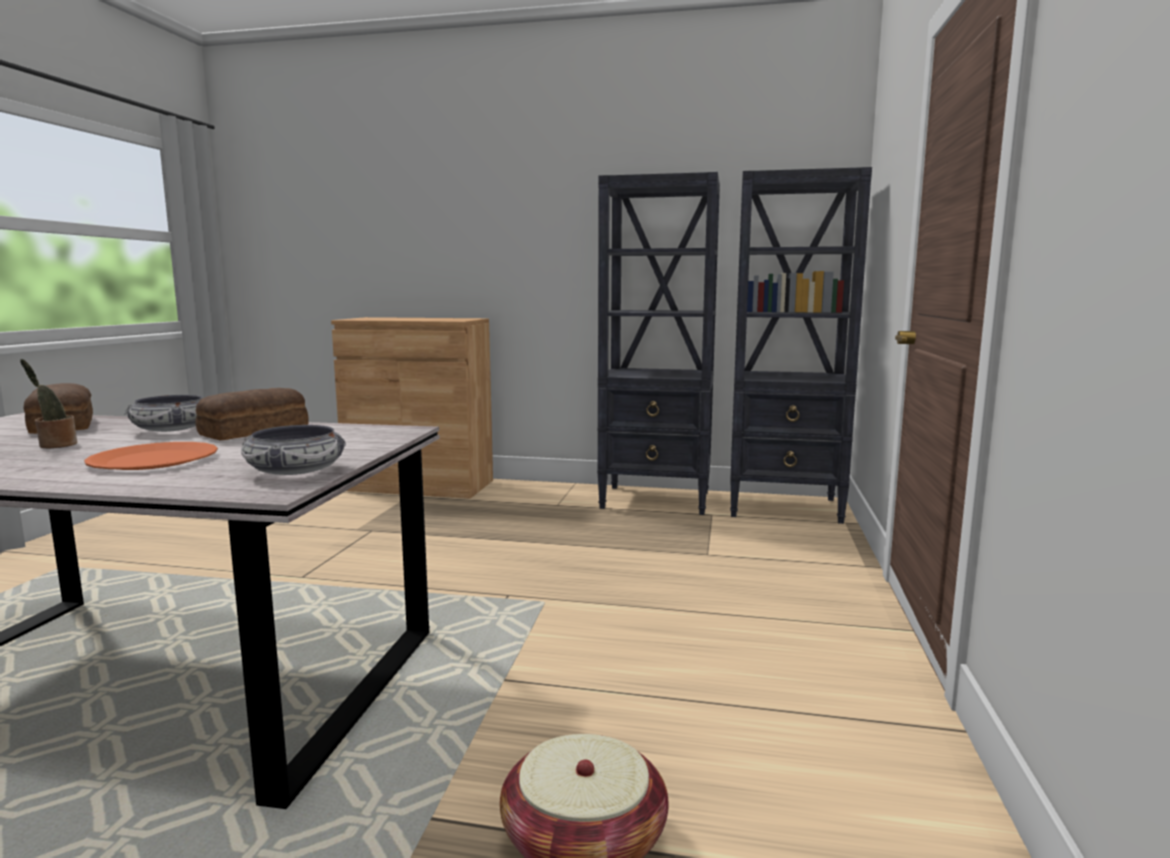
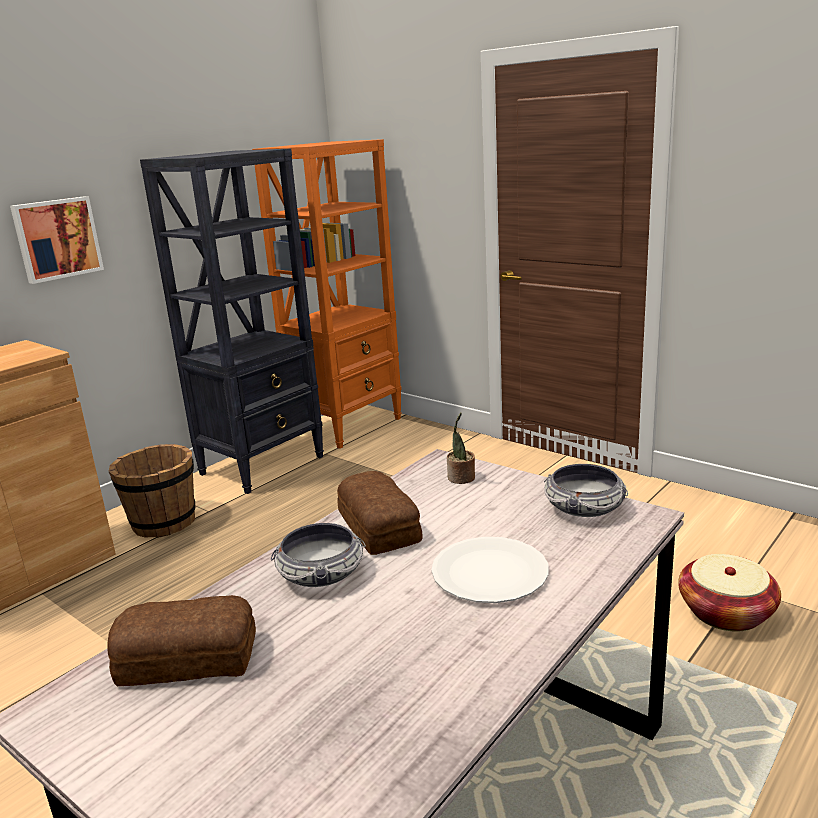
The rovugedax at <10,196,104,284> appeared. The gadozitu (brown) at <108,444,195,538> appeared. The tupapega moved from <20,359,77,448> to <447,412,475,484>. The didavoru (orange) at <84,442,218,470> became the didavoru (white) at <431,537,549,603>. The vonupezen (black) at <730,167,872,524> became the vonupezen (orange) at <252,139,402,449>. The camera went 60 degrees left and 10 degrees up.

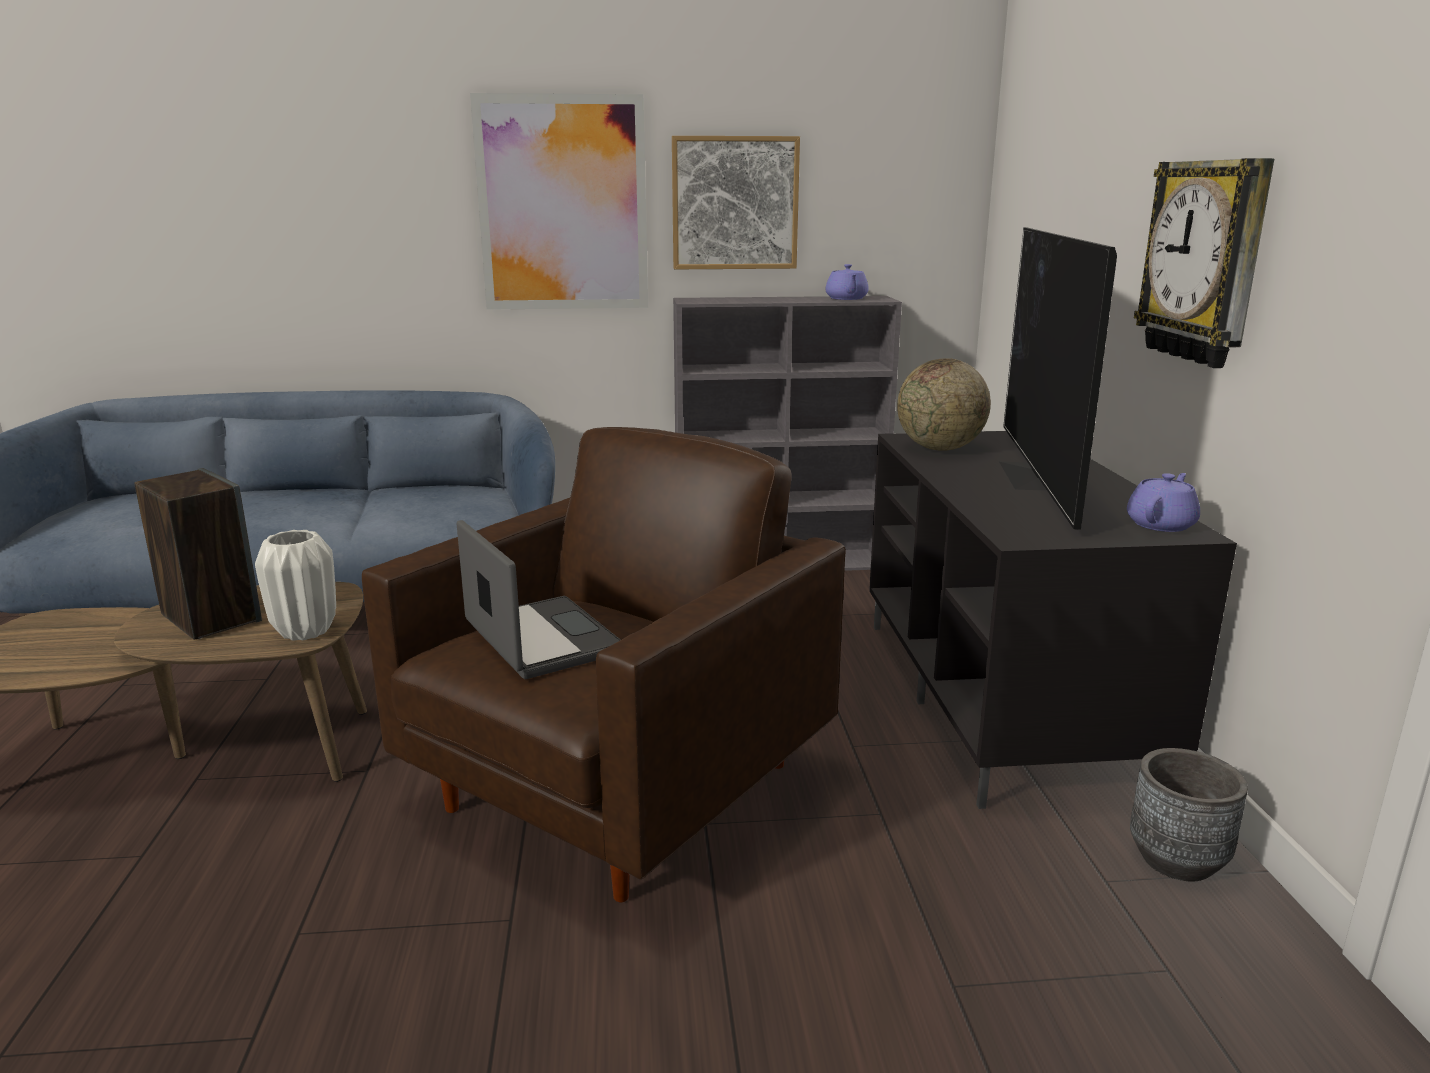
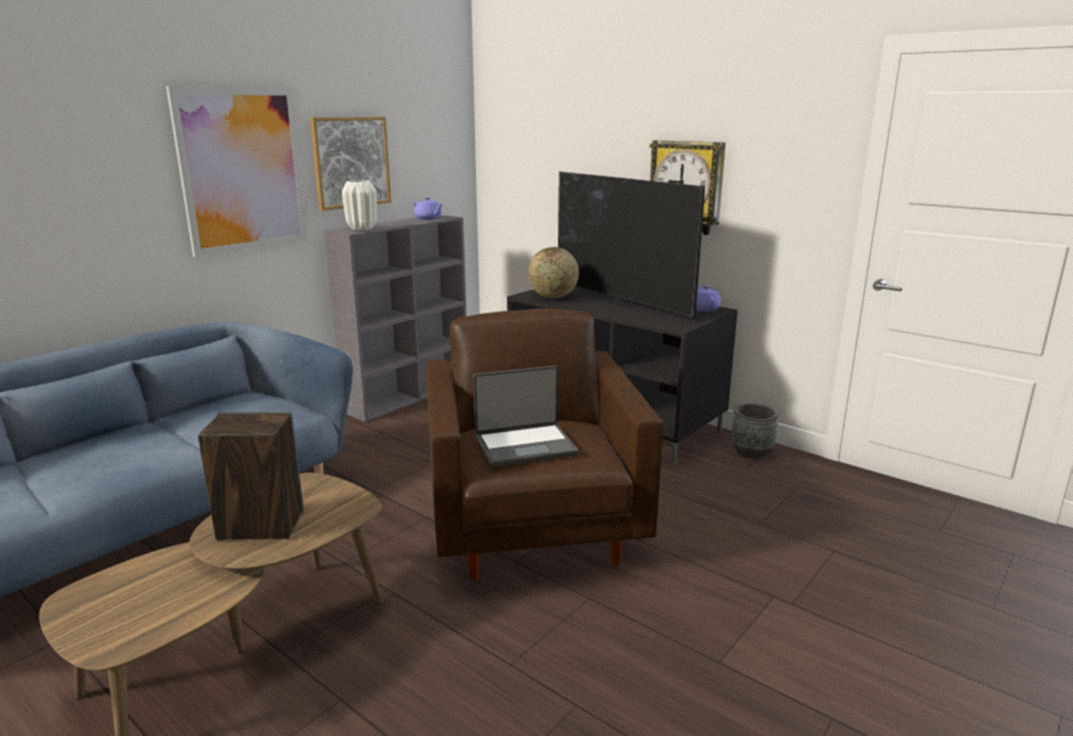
The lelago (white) moved from <255,530,336,641> to <342,180,377,231>. The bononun at <457,520,621,679> turned 150 degrees clockwise. The camera went 45 degrees left and 0 degrees up.

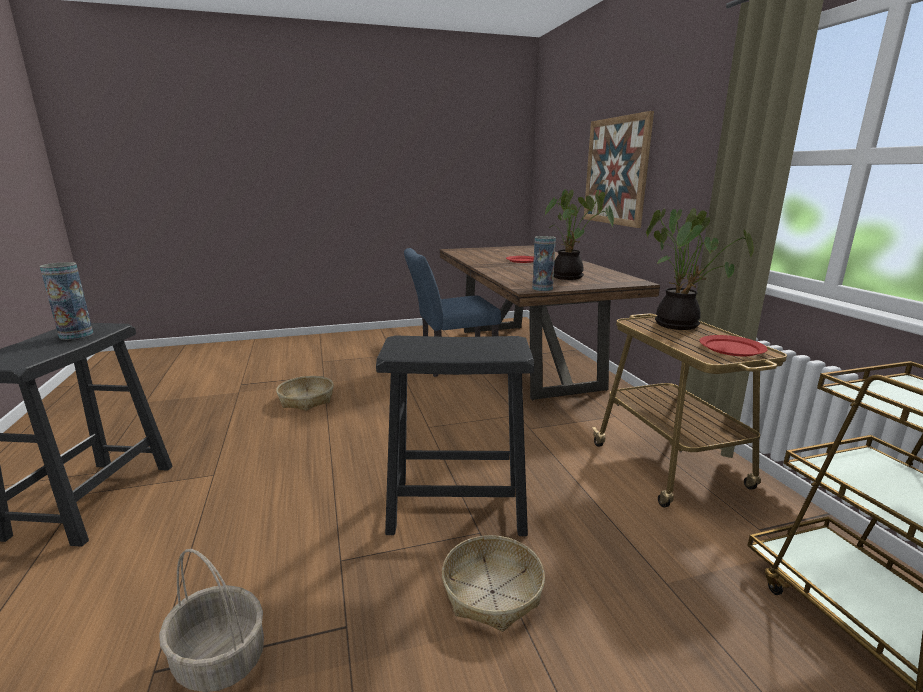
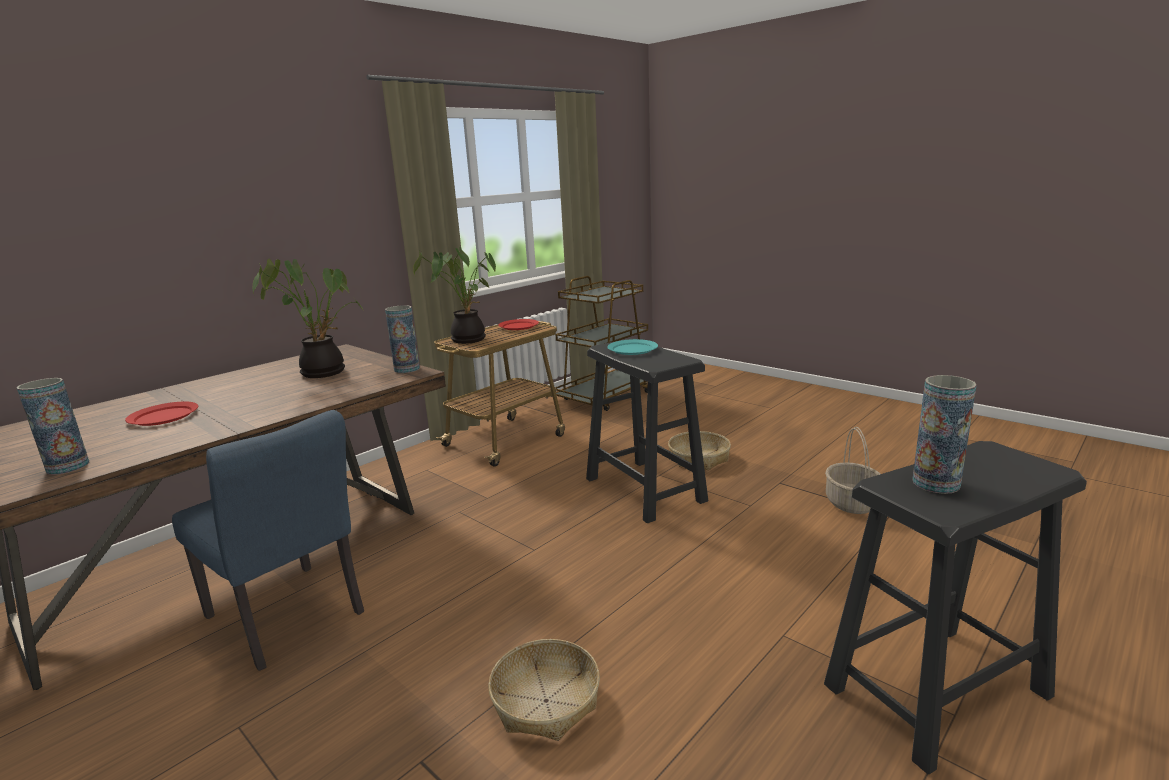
The rovugedax at <584,111,654,228> disappeared. The lelago at <16,378,89,475> appeared. The didavoru (turquoise) at <607,339,658,355> appeared. The camera went 120 degrees left and 0 degrees up.

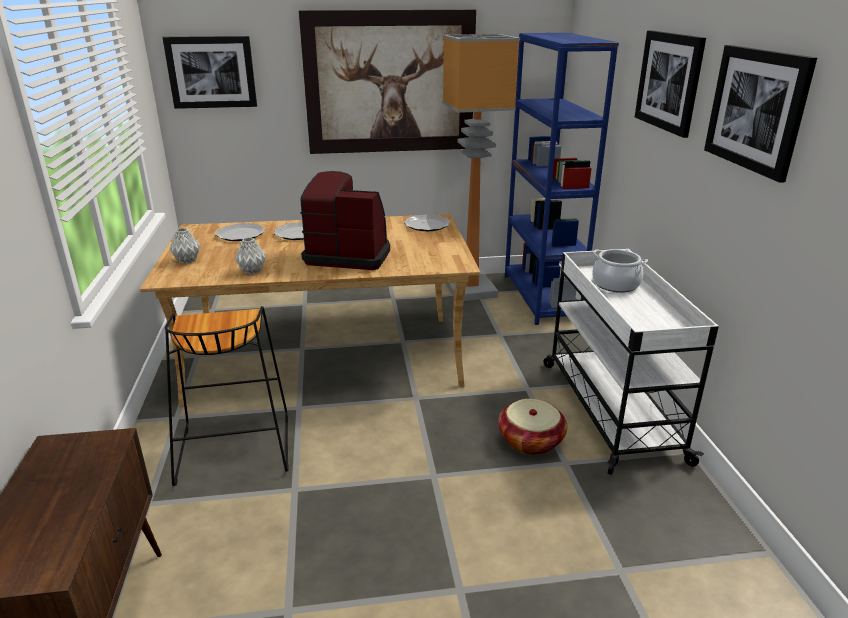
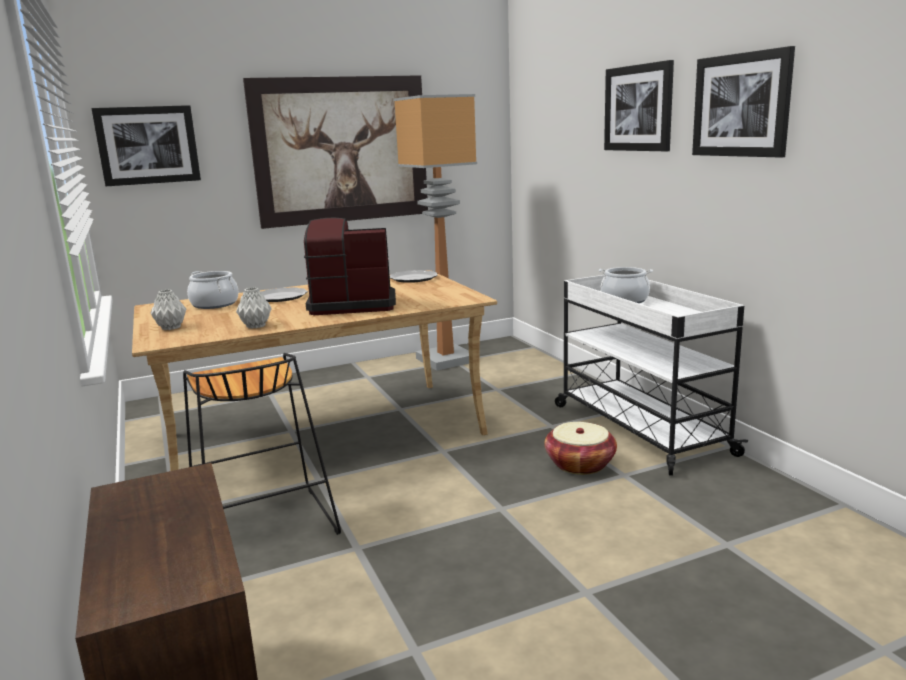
The vonupezen (blue) at <505,33,619,325> disappeared. The didavoru at <215,223,265,241> was replaced by the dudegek at <187,271,238,309>. The camera went 15 degrees left and 10 degrees down.

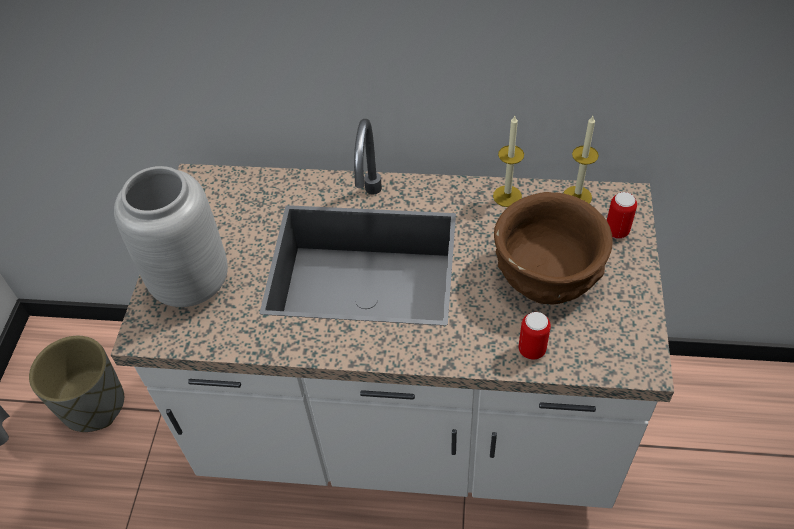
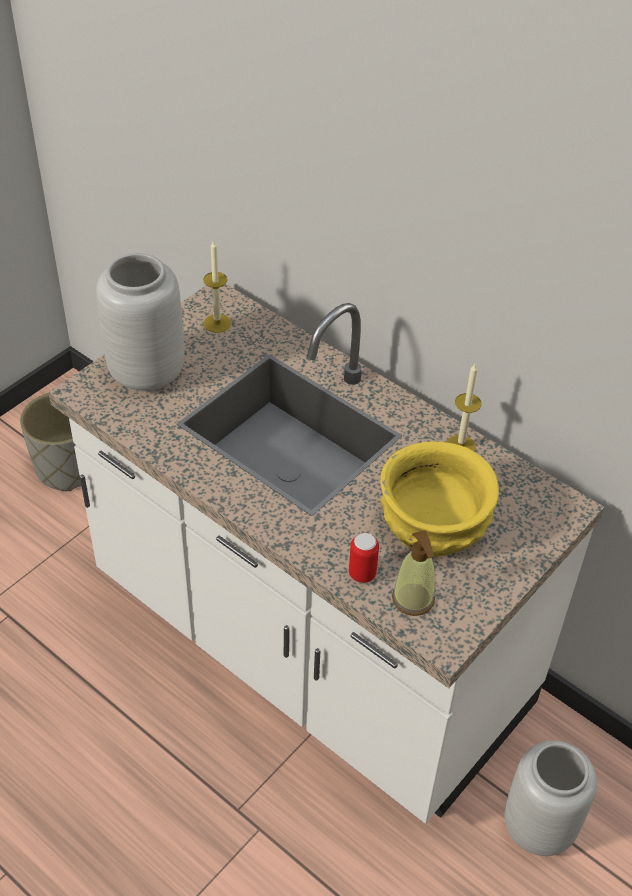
The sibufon at <607,192,637,239> disappeared. The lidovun at <392,530,435,616> appeared. The lelago (grey) at <504,740,597,856> appeared. The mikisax moved from <564,116,599,204> to <203,239,231,333>. The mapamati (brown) at <494,192,613,305> became the mapamati (yellow) at <380,441,499,557>. The camera went 30 degrees right and 5 degrees down.

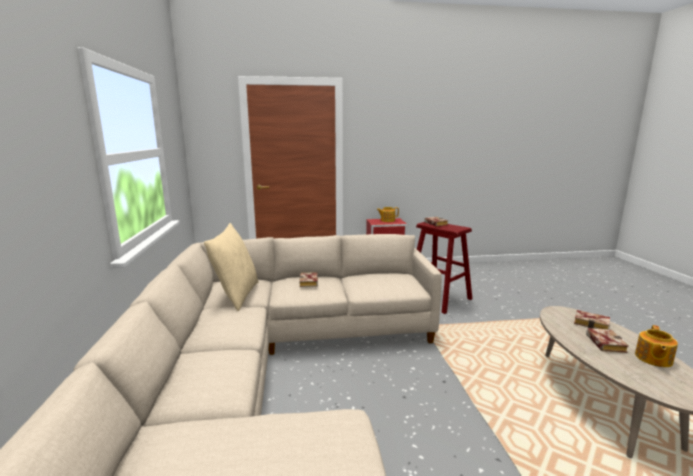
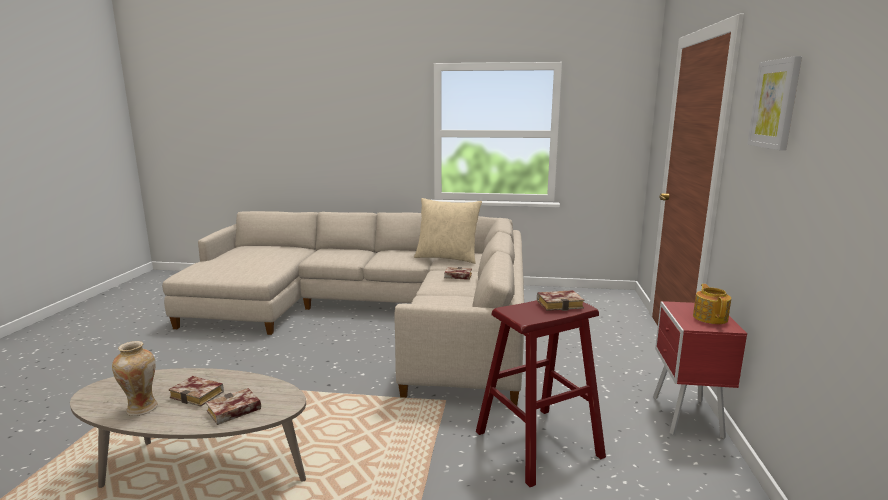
The rovugedax at <747,56,802,150> appeared. The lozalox at <635,325,678,367> was replaced by the lelago at <112,341,158,416>. The camera went 105 degrees right and 0 degrees up.

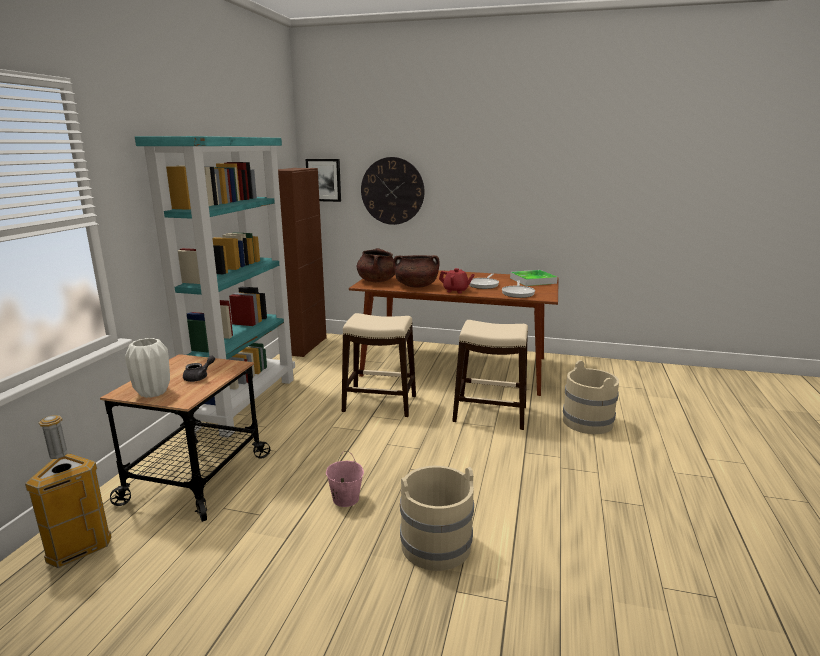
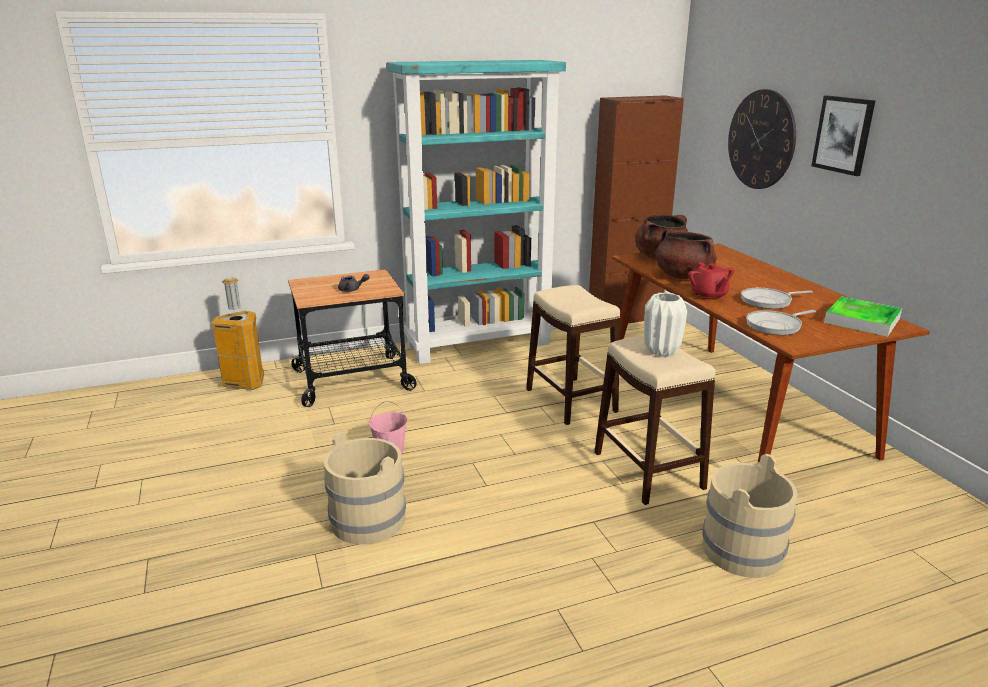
The lelago (white) moved from <125,338,170,398> to <644,292,687,357>. The rovugedax moved from <306,159,341,202> to <811,96,876,176>. The camera went 55 degrees right and 5 degrees up.

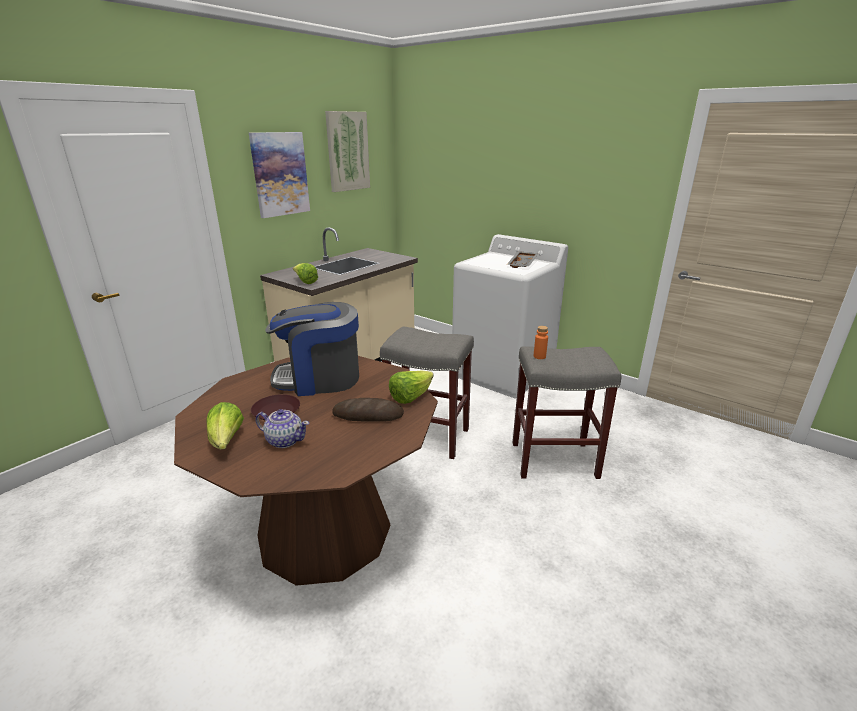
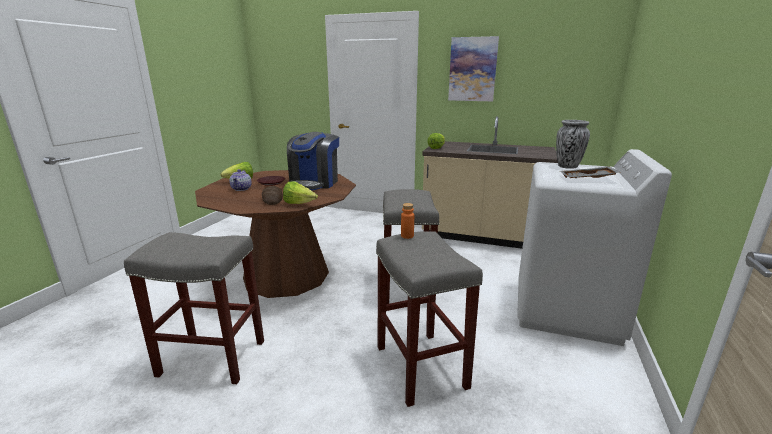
The rovugedax at <325,111,370,192> disappeared. The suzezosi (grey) at <124,232,264,384> appeared. The lelago at <556,120,590,169> appeared. The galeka at <265,302,359,396> turned 135 degrees counterclockwise. The camera went 70 degrees right and 5 degrees down.

